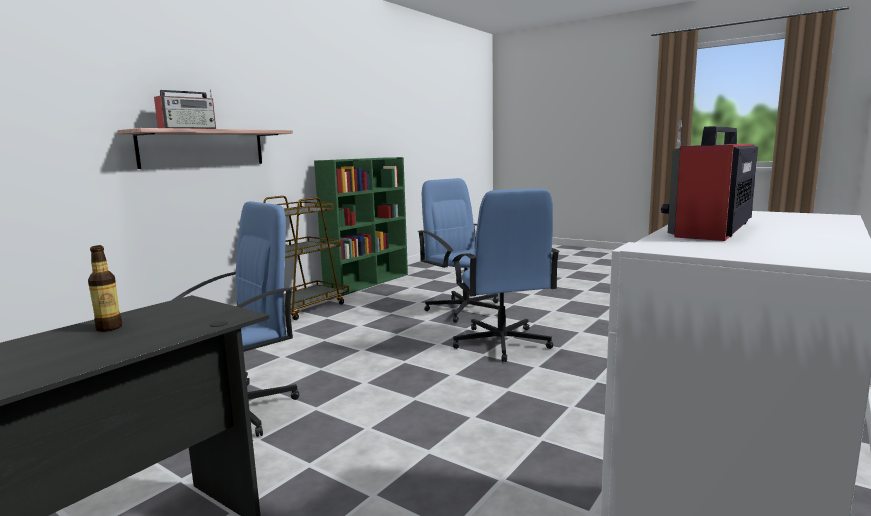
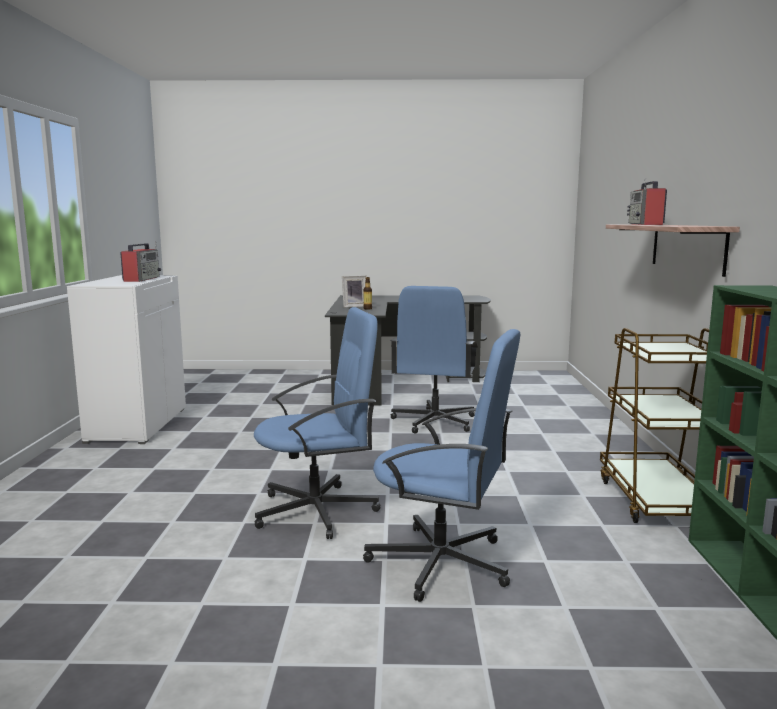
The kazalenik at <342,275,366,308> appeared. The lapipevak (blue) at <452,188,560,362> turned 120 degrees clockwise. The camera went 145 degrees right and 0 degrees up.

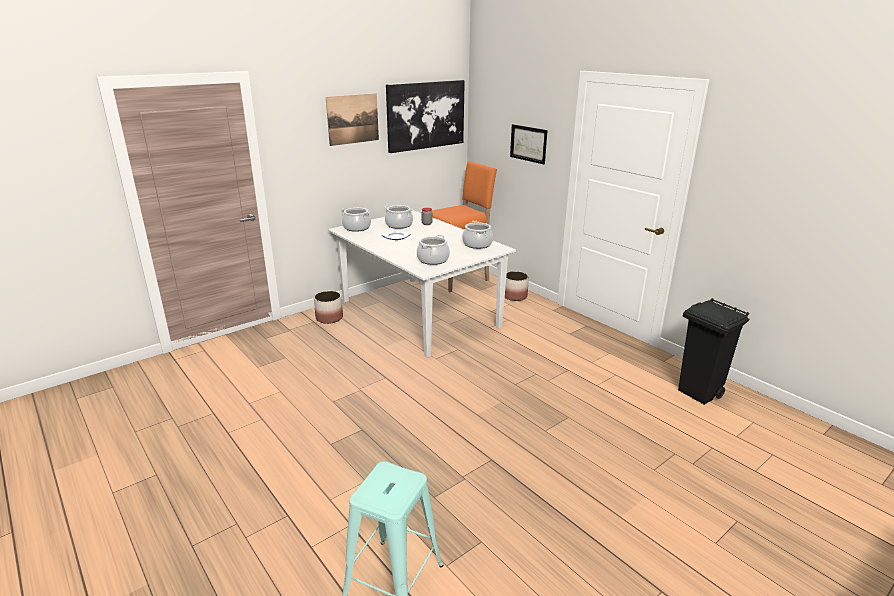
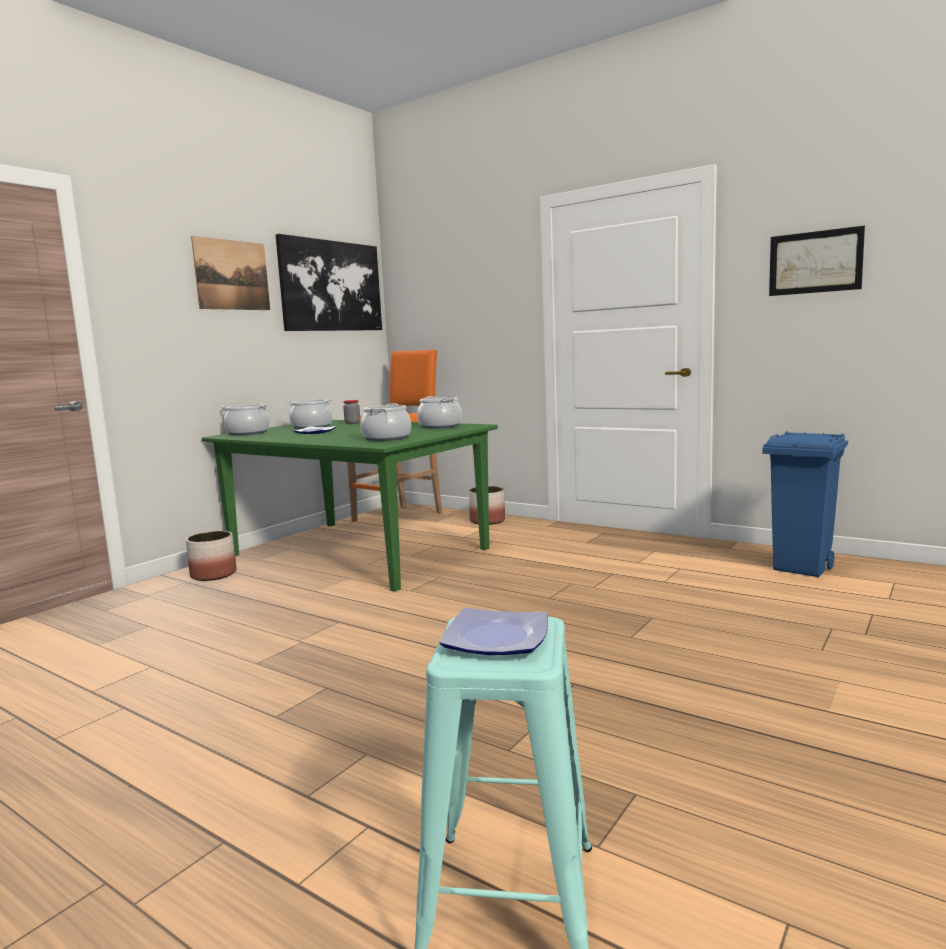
The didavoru at <439,608,548,655> appeared. The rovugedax moved from <510,124,548,164> to <769,226,865,296>. The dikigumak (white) at <328,210,516,358> became the dikigumak (green) at <202,420,498,592>. The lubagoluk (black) at <678,298,749,405> became the lubagoluk (blue) at <762,431,848,577>. The camera went 15 degrees left and 15 degrees down.

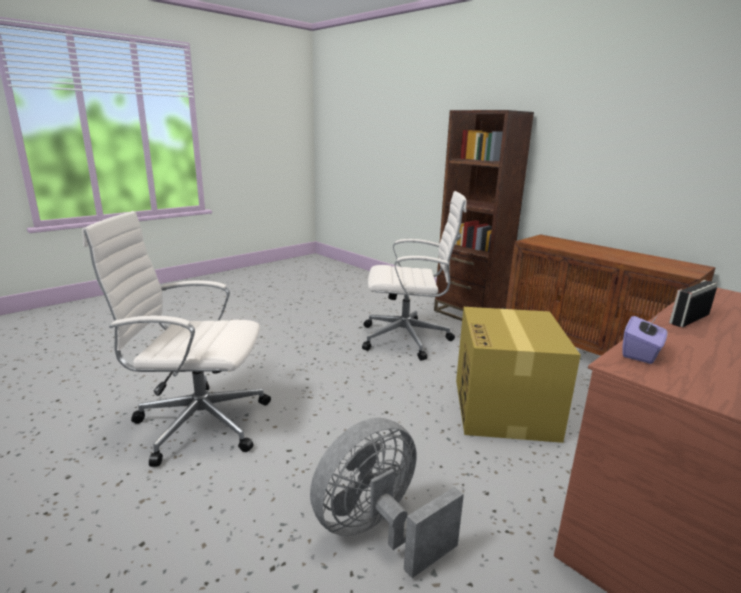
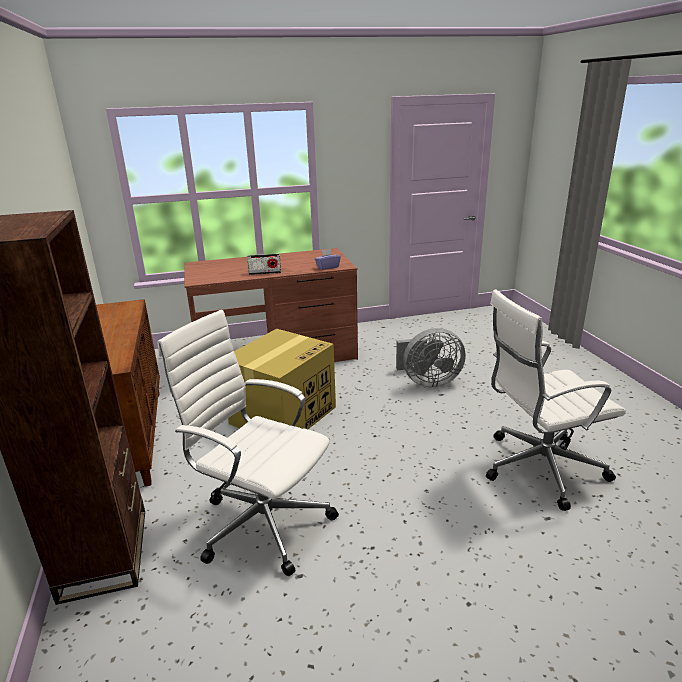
The lapipevak (white) at <82,211,271,467> turned 135 degrees clockwise. The camera went 150 degrees left and 5 degrees up.

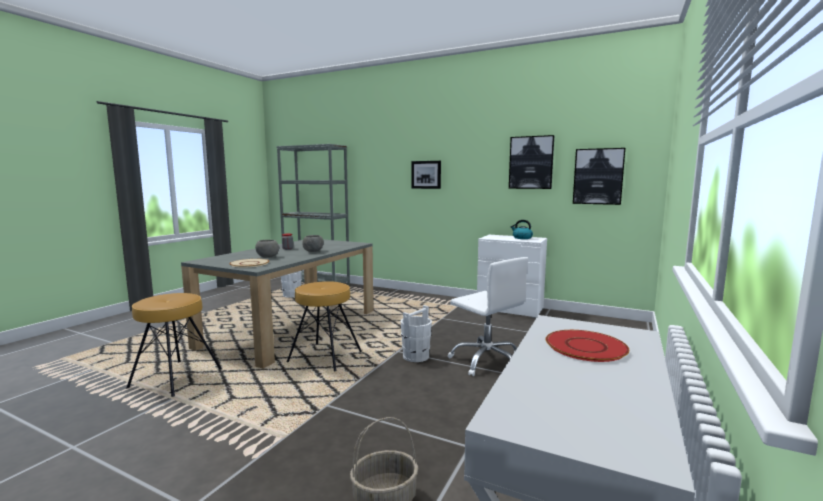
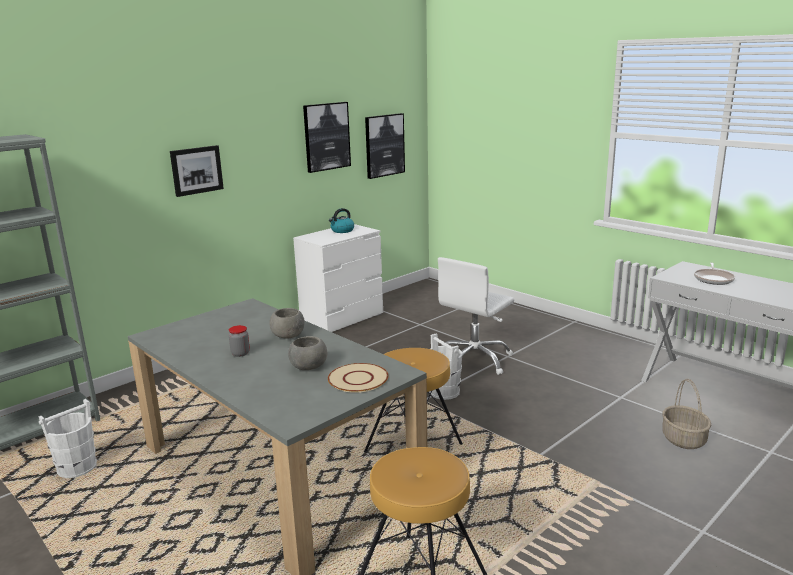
The didavoru (red) at <546,330,629,362> was replaced by the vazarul at <694,262,735,285>. The lapipevak (white) at <448,257,528,376> turned 150 degrees clockwise. The camera went 70 degrees left and 10 degrees up.

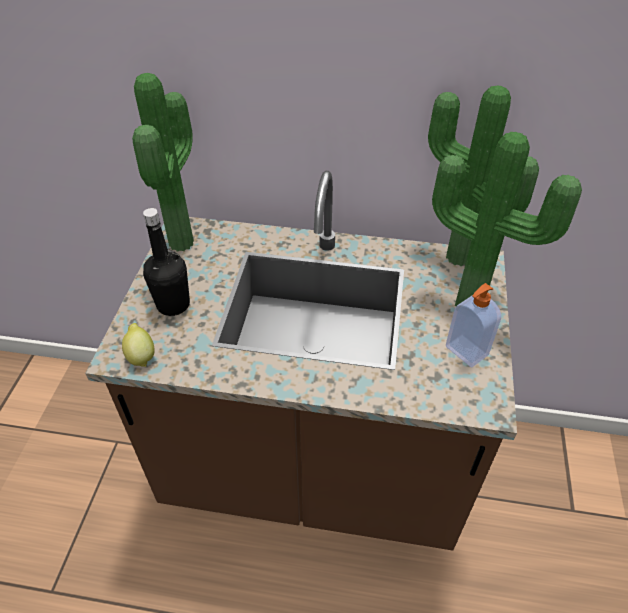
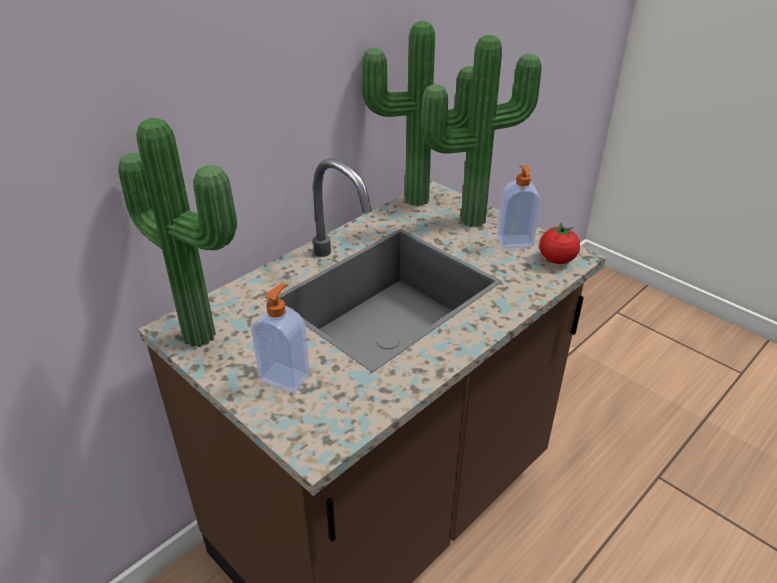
The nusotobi at <122,323,155,367> disappeared. The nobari at <539,222,580,264> appeared. The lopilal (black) at <143,208,190,316> was replaced by the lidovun at <251,284,310,393>. The camera went 55 degrees left and 10 degrees down.

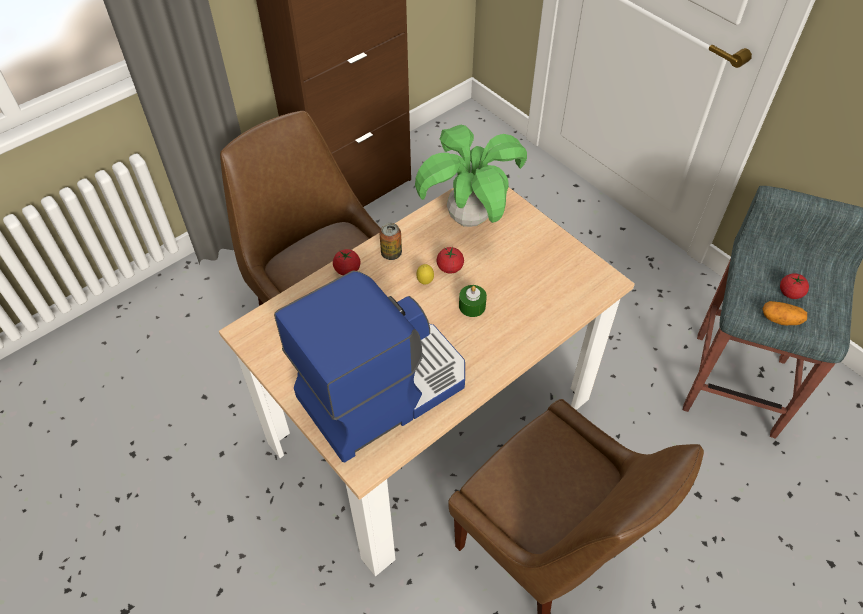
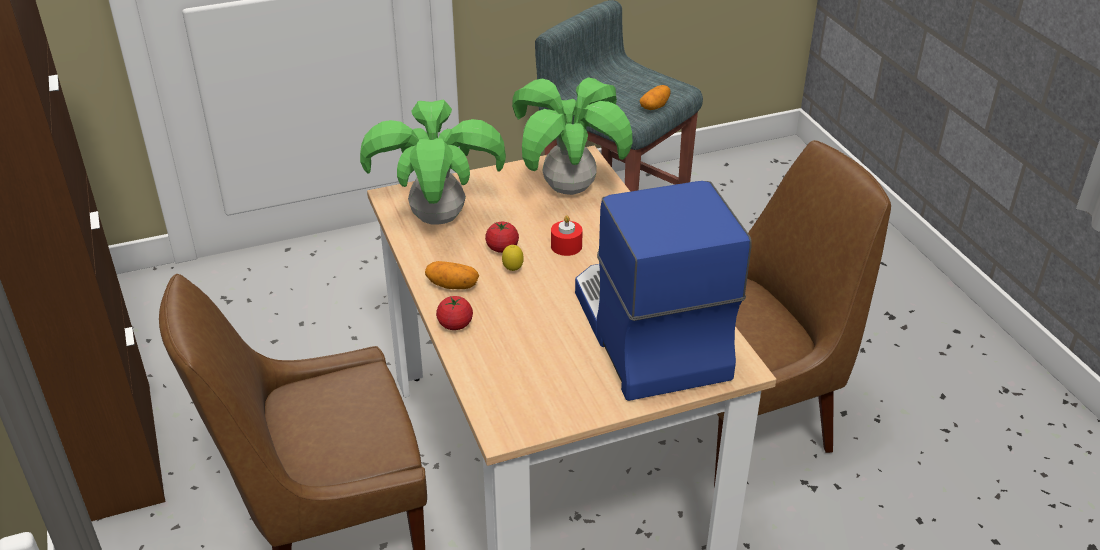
The nobari at <780,273,809,299> disappeared. The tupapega at <512,77,633,195> appeared. The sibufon at <379,223,402,260> was replaced by the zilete at <425,261,479,289>. The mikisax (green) at <459,285,487,317> became the mikisax (red) at <551,215,583,256>. The camera went 70 degrees left and 15 degrees down.

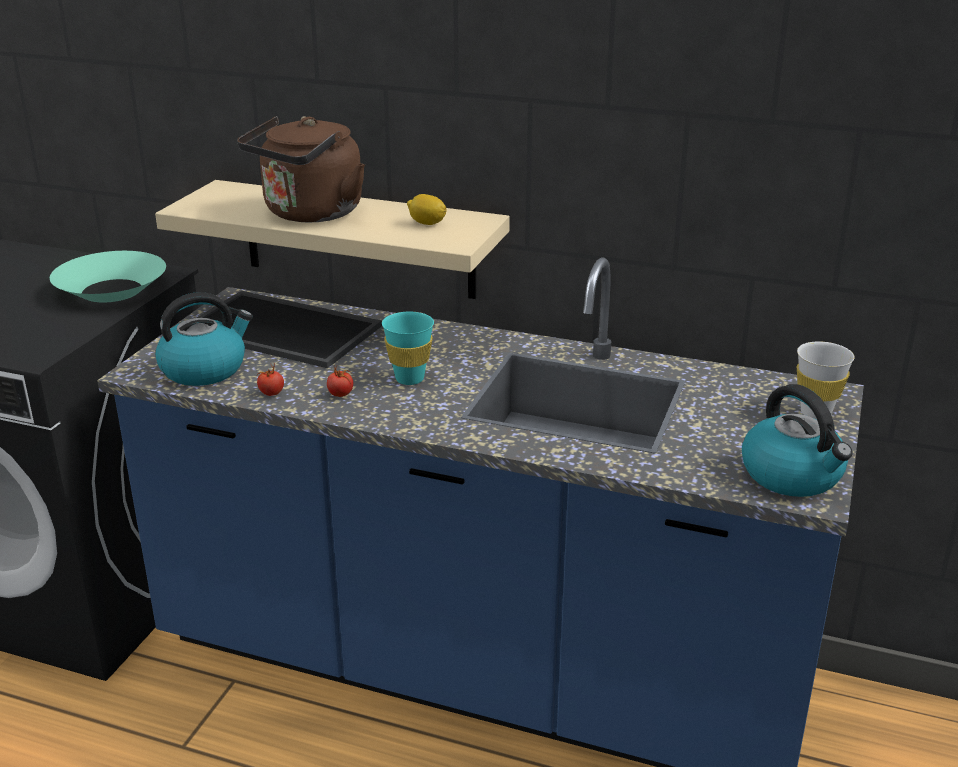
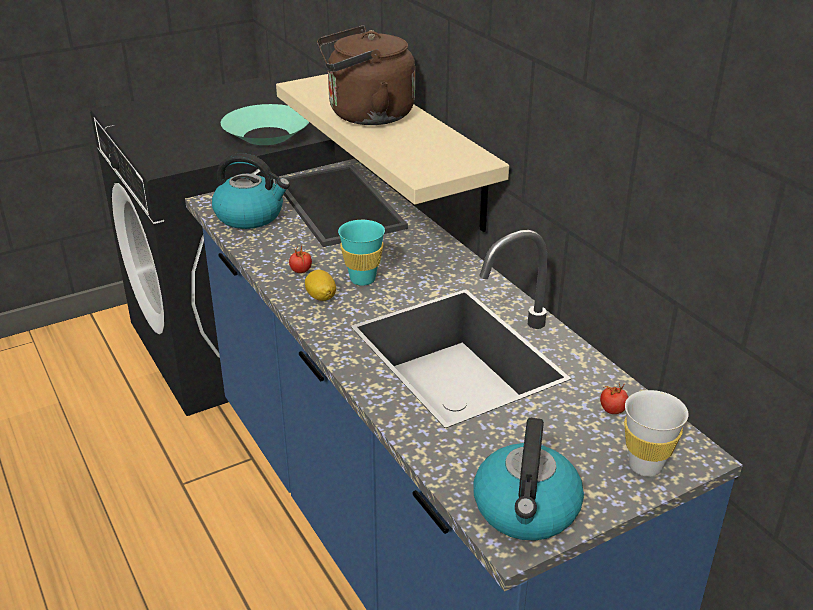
The nobari moved from <257,364,284,396> to <600,383,628,414>. The nusotobi moved from <407,194,447,225> to <305,270,336,301>. The camera went 40 degrees right and 5 degrees up.

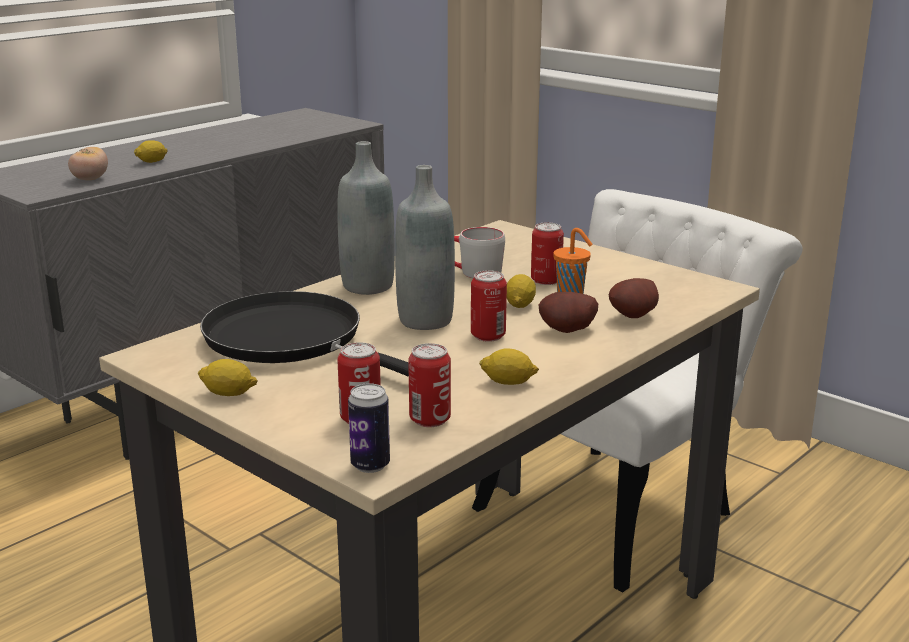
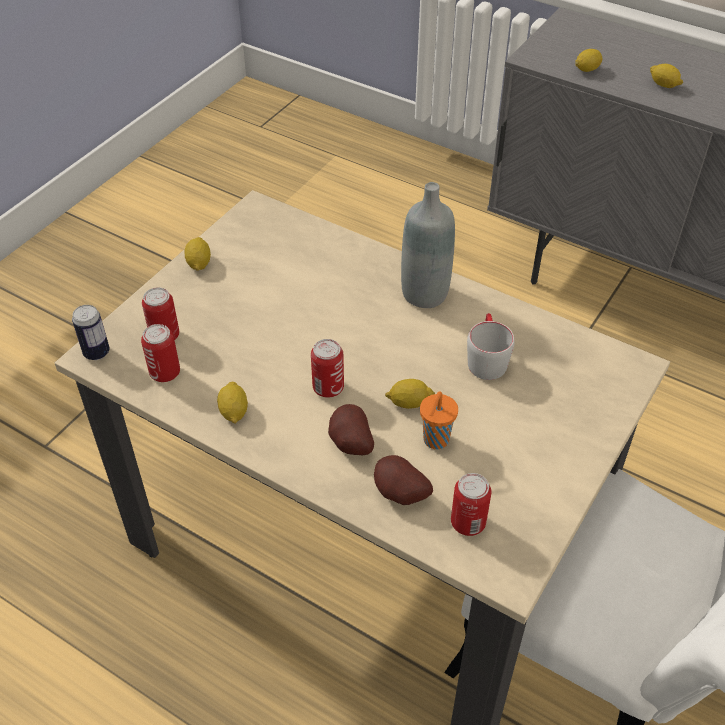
The vazarul (black) at <200,291,409,377> disappeared. The lopilal (grey) at <395,165,455,330> disappeared. The sibufon moved from <531,222,564,285> to <451,473,492,536>. The nobari at <68,147,108,180> was replaced by the nusotobi at <576,49,602,72>. The camera went 80 degrees right and 25 degrees up.

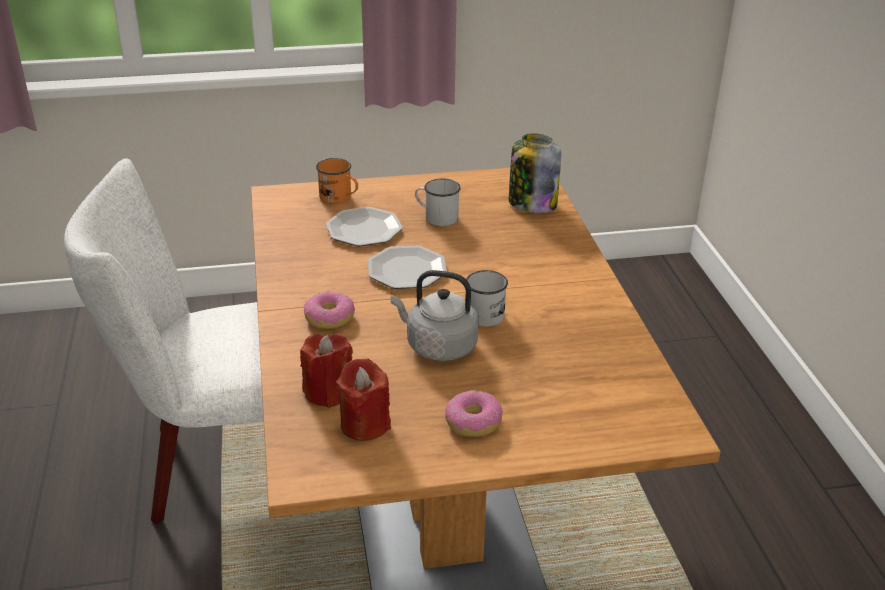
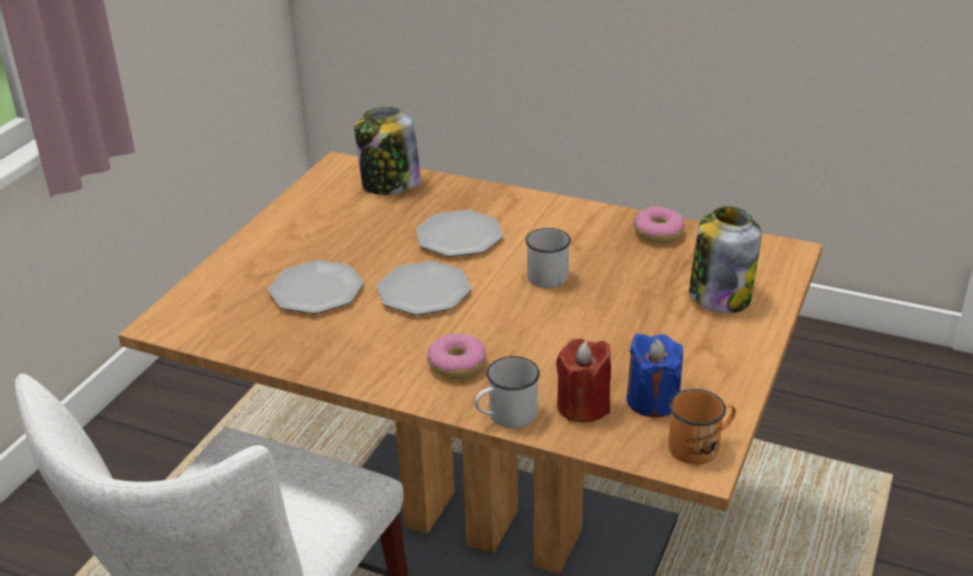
The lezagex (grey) at <391,270,479,361> disappeared. The didavoru at <415,210,503,257> appeared. The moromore at <689,207,762,313> appeared. The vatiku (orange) moved from <316,158,358,204> to <668,389,736,465>. The vatiku (white) moved from <415,179,461,226> to <474,356,540,428>. The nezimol moved from <445,390,503,437> to <633,207,685,243>. The mikisax (red) at <336,358,391,441> became the mikisax (blue) at <626,334,683,418>. The camera went 55 degrees left and 0 degrees up.

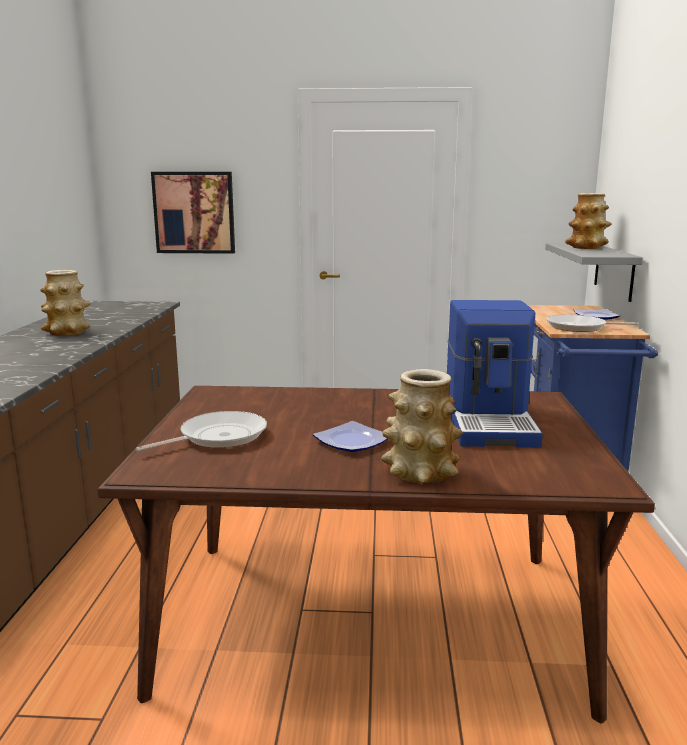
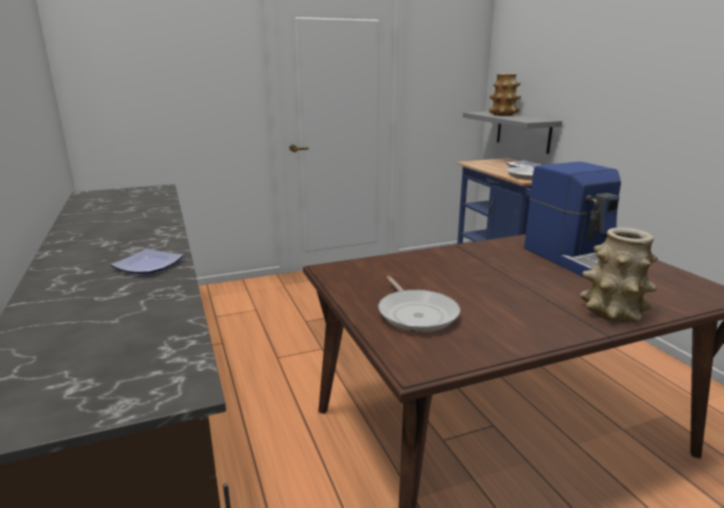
The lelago at <40,270,91,336> disappeared. The rovugedax at <151,172,235,254> disappeared. The didavoru moved from <313,421,388,452> to <111,249,184,274>. The vazarul at <136,411,267,451> turned 135 degrees clockwise. The camera went 25 degrees left and 5 degrees up.

